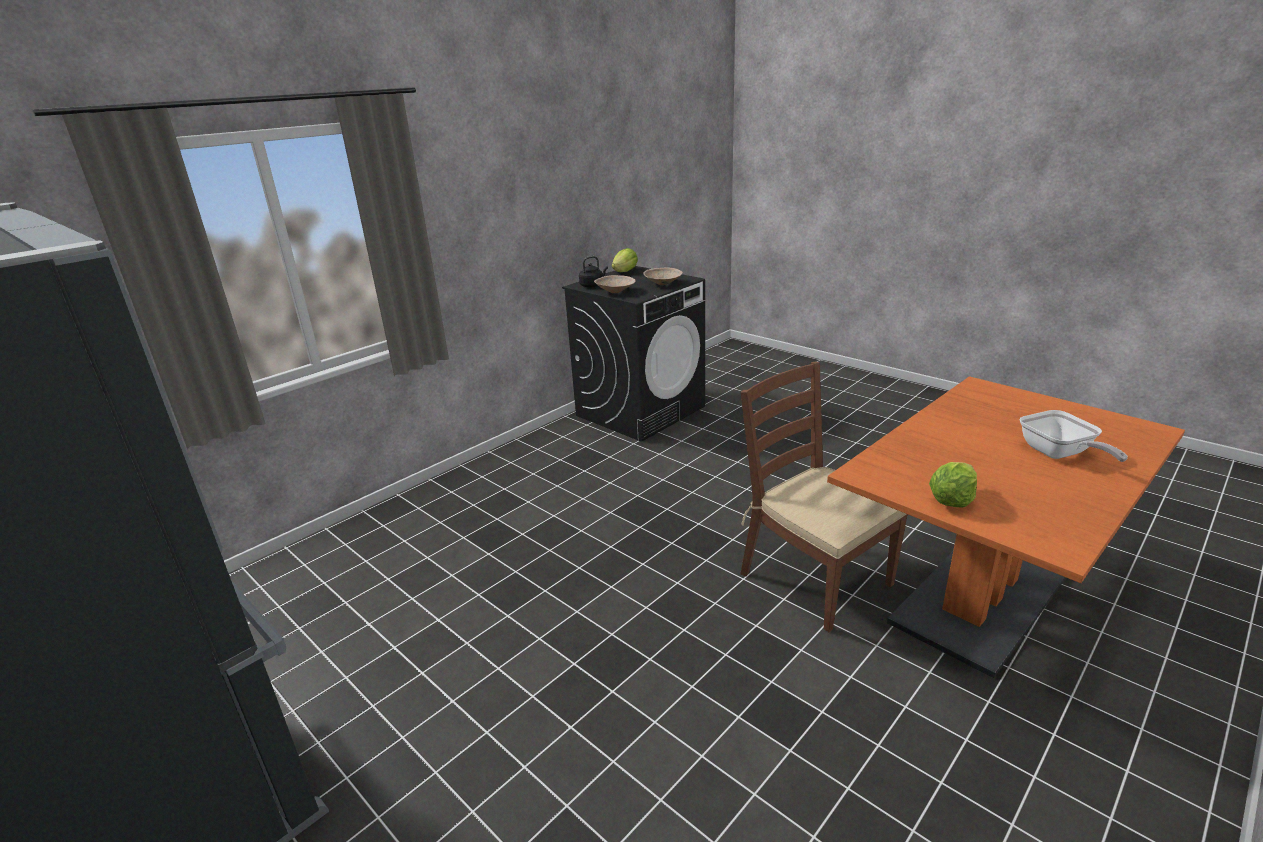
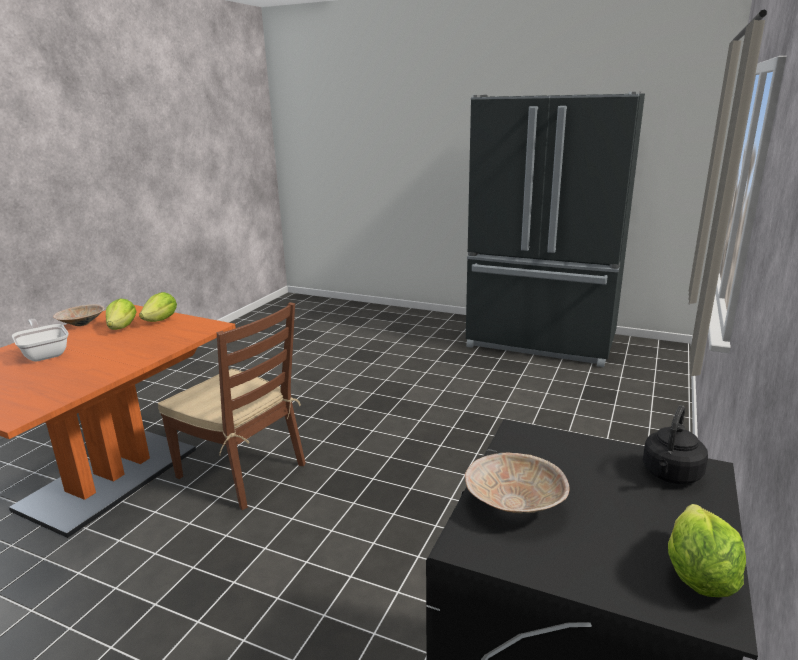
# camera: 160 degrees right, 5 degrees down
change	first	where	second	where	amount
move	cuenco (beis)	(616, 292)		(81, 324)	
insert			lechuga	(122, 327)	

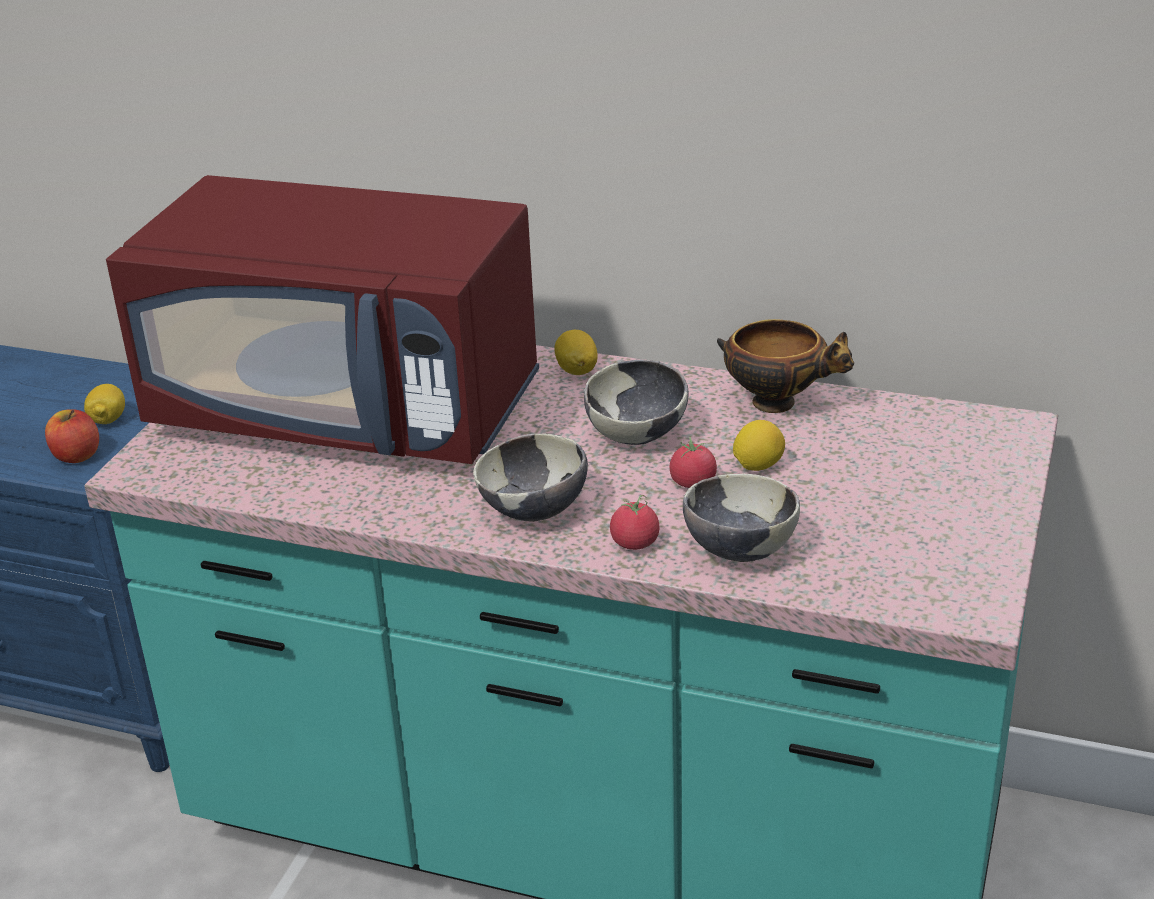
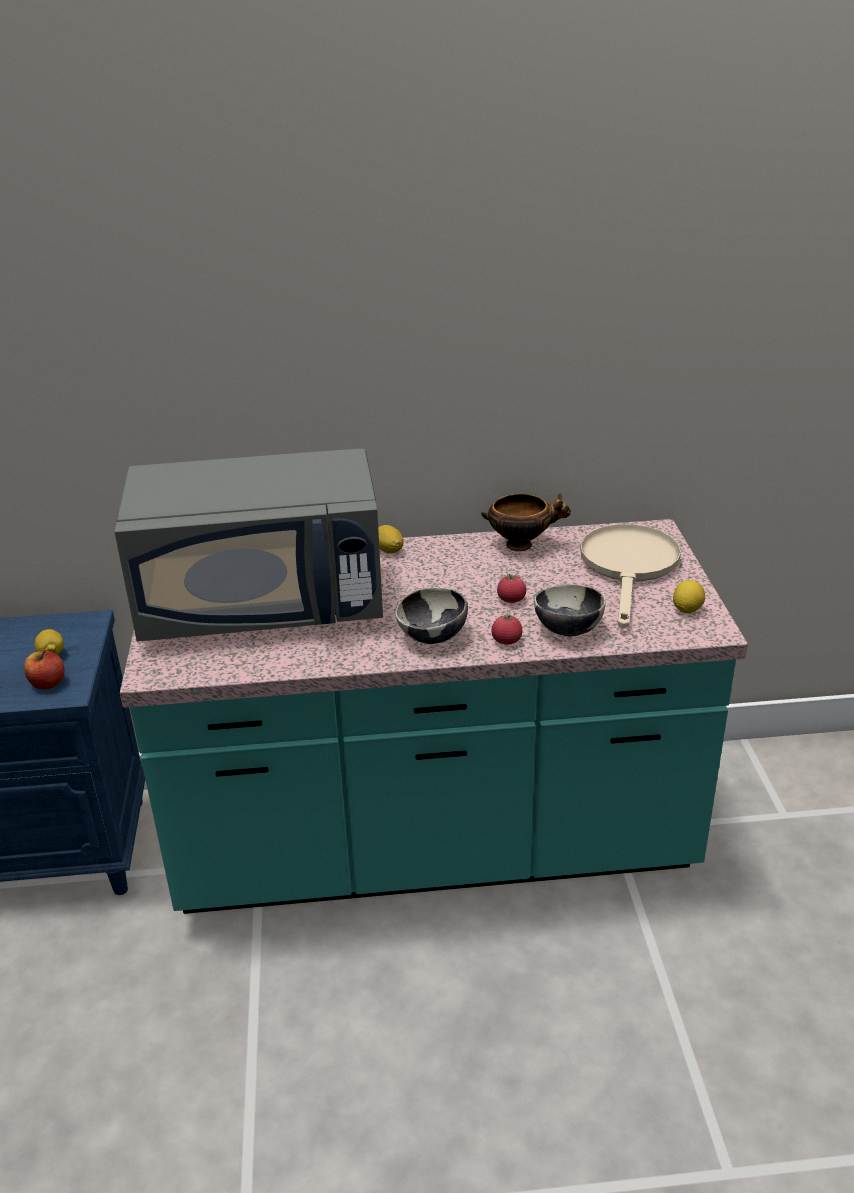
# camera: 25 degrees left, 0 degrees up
change	first	where	second	where	amount
recolor	microondas (rojo)	(349, 410)	microondas (gris)	(264, 605)	
delete	cuenco	(637, 435)			
move	limón	(758, 466)		(687, 609)	
insert			sartén (beis)	(629, 567)	

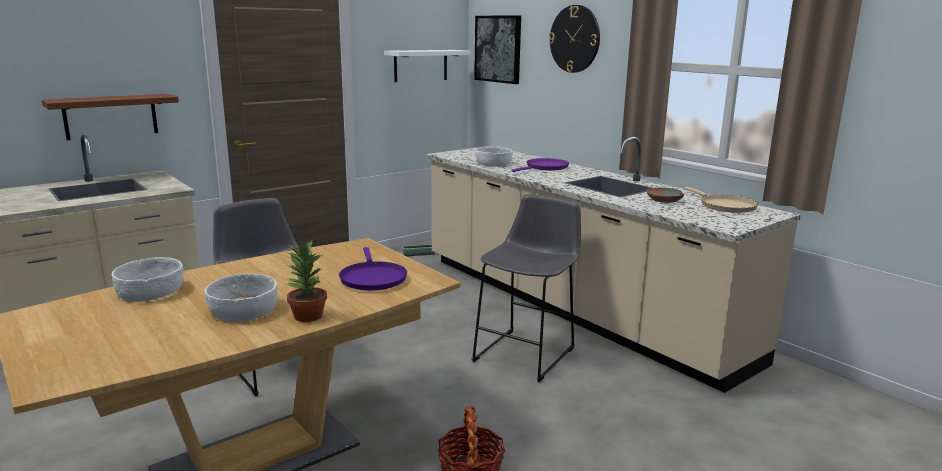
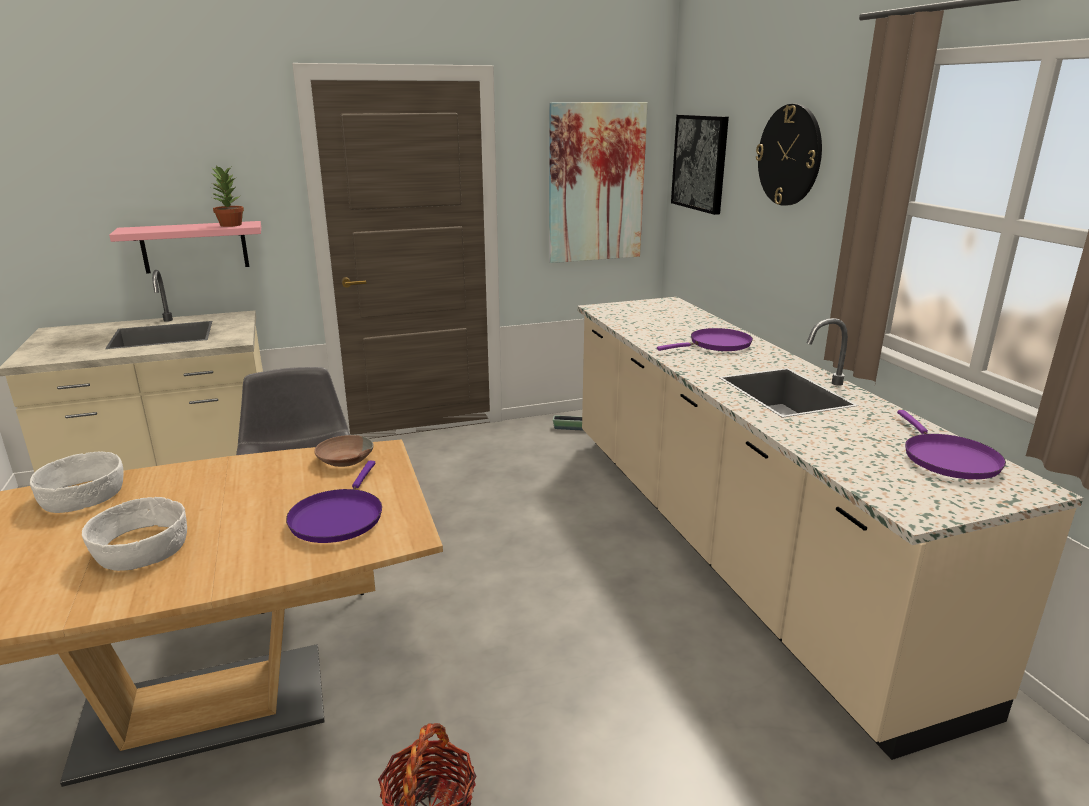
# camera: 20 degrees right, 5 degrees up
change	first	where	second	where	amount
recolor	estante (marrón)	(111, 116)	estante (rosa)	(194, 247)	
move	planta en maceta	(307, 316)		(230, 225)	
replace	estante (blanco)	(420, 65)	cuadro	(596, 183)	
delete	taburete (gris)	(527, 352)			
delete	cuenco (blanco)	(493, 163)			
move	cuenco (marrón)	(664, 200)		(344, 459)	
recolor	sartén (beis)	(724, 206)	sartén (morado)	(947, 459)	

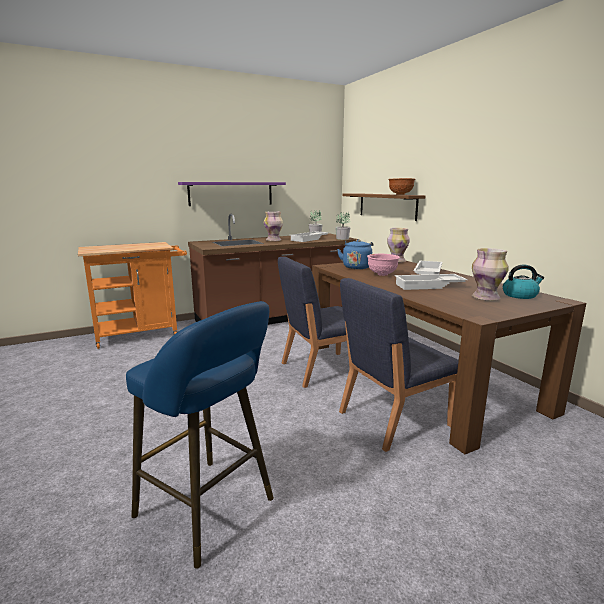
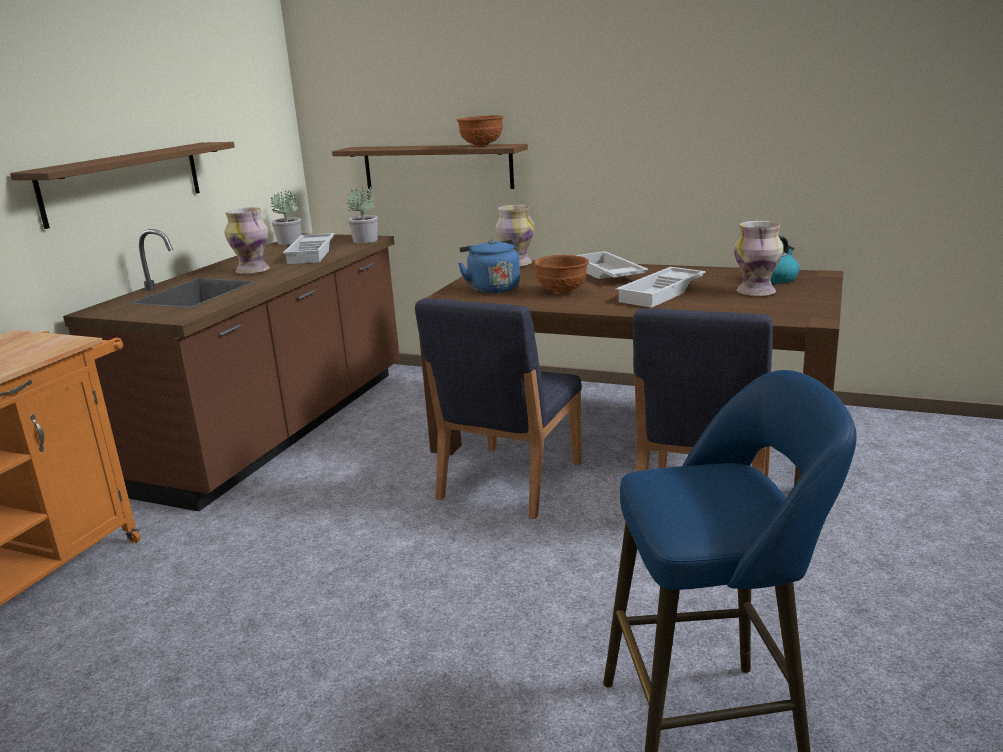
# camera: 40 degrees left, 5 degrees up
change	first	where	second	where	amount
recolor	estante (morado)	(231, 193)	estante (marrón)	(123, 182)	
recolor	cuenco (rosa)	(382, 274)	cuenco (marrón)	(562, 292)	

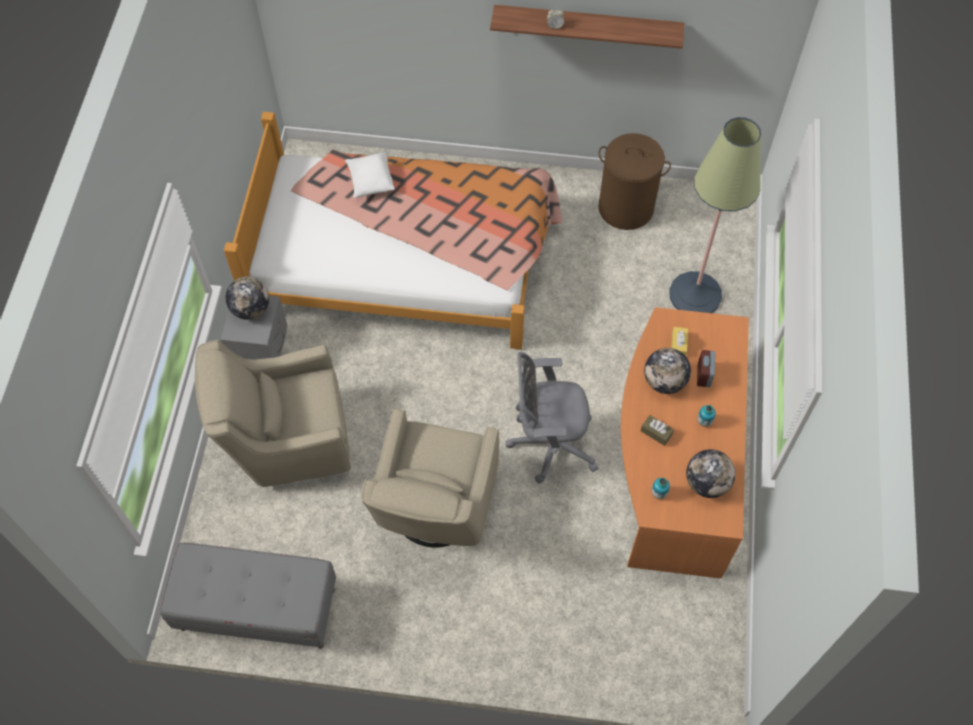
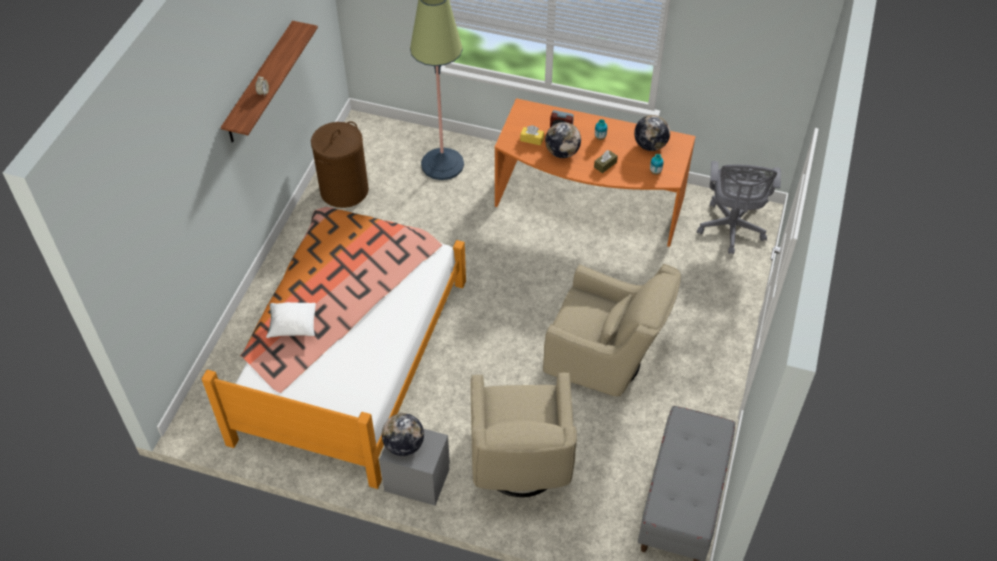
# camera: 80 degrees left, 10 degrees down
change	first	where	second	where	amount
move	silla de oficina (gris)	(548, 444)		(731, 229)	

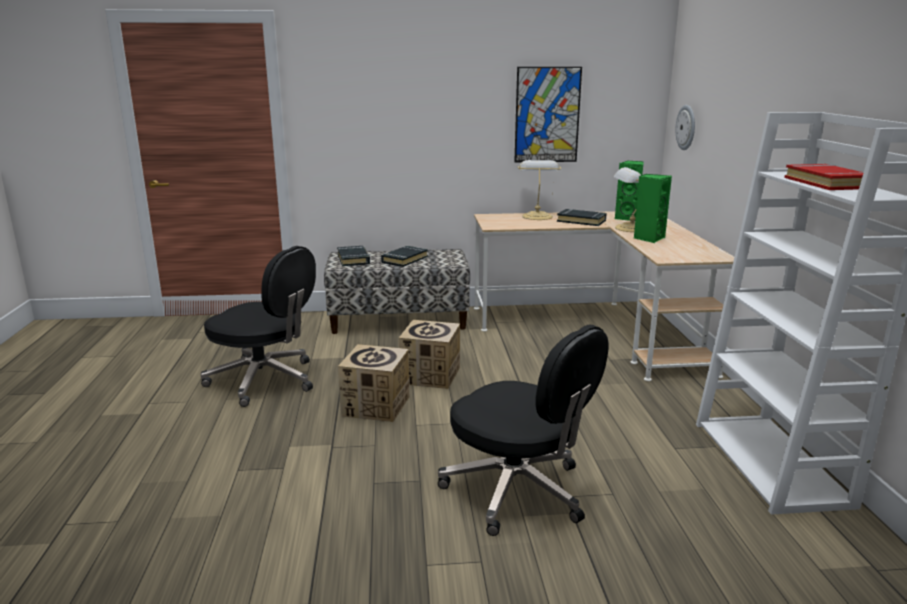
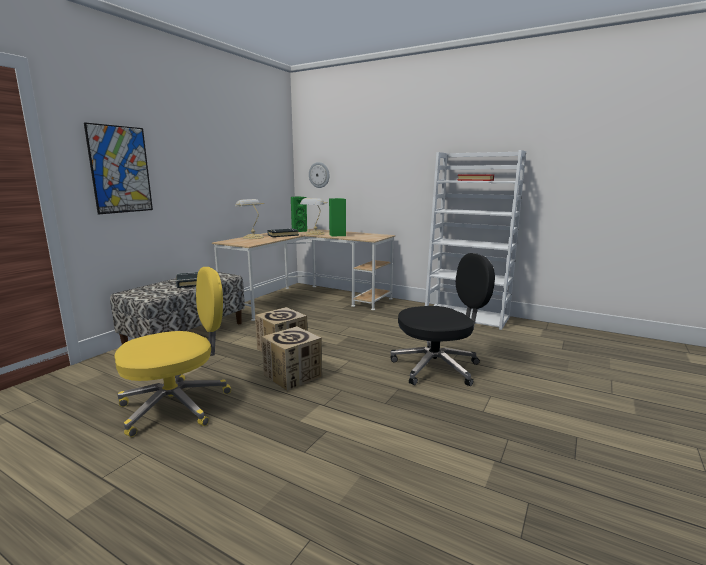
# camera: 55 degrees left, 5 degrees down
change	first	where	second	where	amount
recolor	silla de oficina (negro)	(265, 380)	silla de oficina (amarillo)	(177, 405)	
delete	libro (negro)	(353, 259)			
move	cuadro	(547, 115)		(120, 169)	

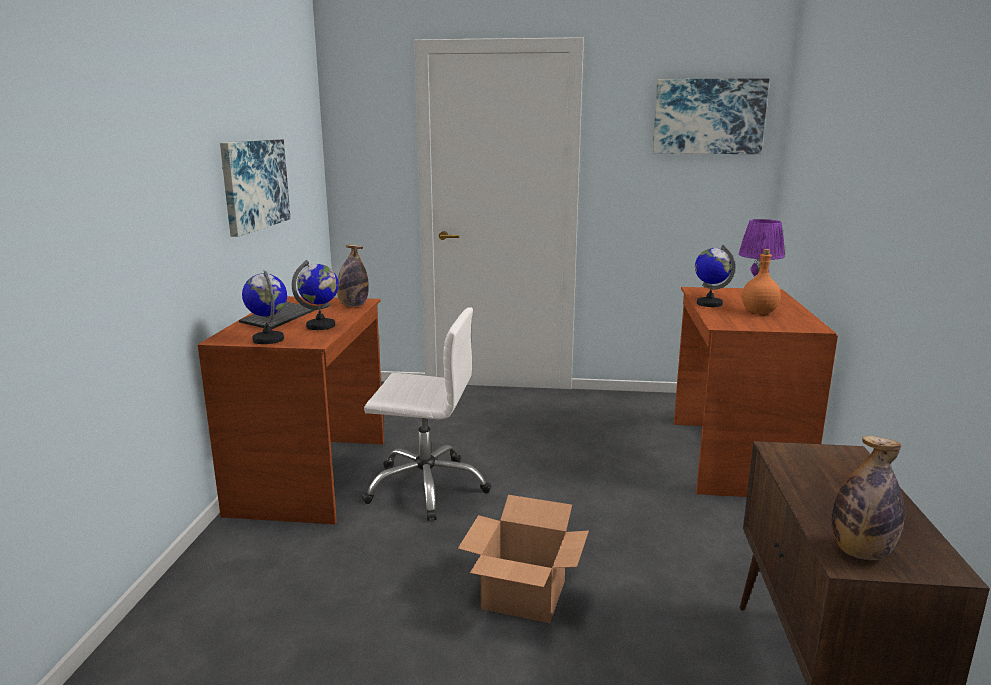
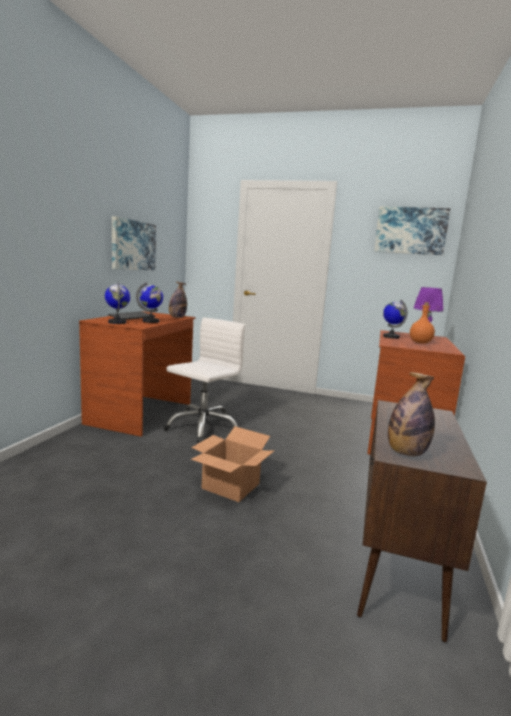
# camera: 10 degrees right, 5 degrees down
change	first	where	second	where	amount
rotate	silla de oficina (blanco)	(427, 486)		(203, 427)	75 degrees counterclockwise

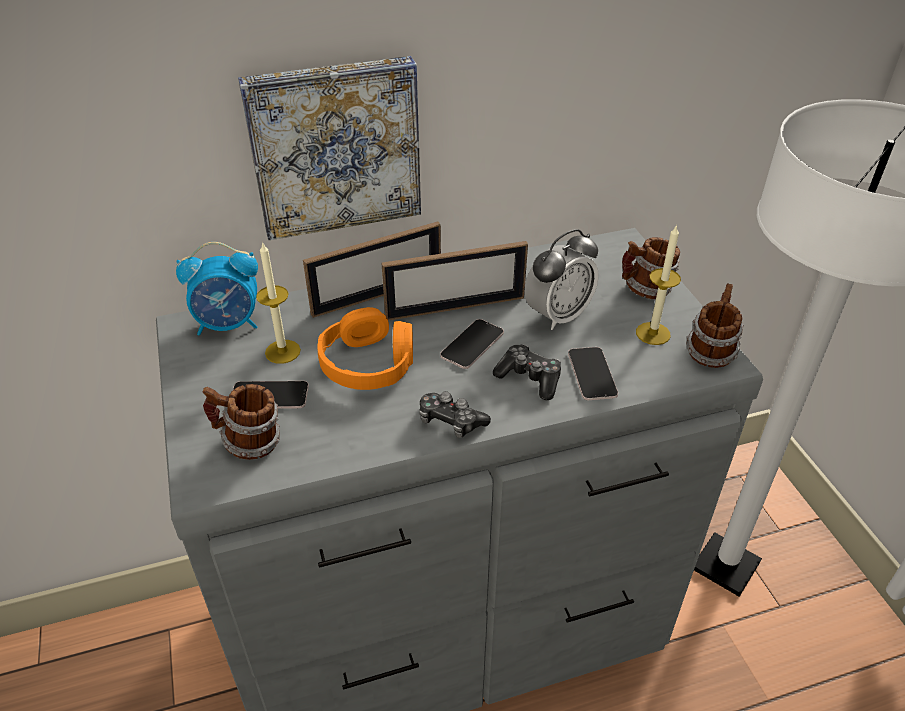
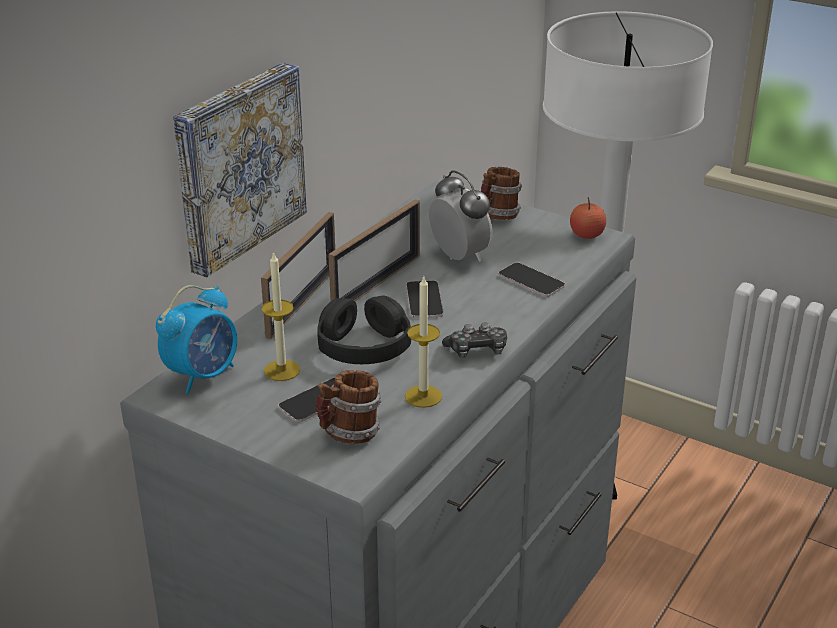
# camera: 40 degrees left, 10 degrees down
change	first	where	second	where	amount
recolor	auriculares (naranja)	(368, 363)	auriculares (negro)	(364, 346)	
delete	mando de consola	(529, 378)			
rotate	despertador	(558, 315)		(459, 256)	45 degrees counterclockwise
move	vela	(653, 333)		(423, 396)	
replace	taza grande	(710, 351)	manzana	(586, 235)	

